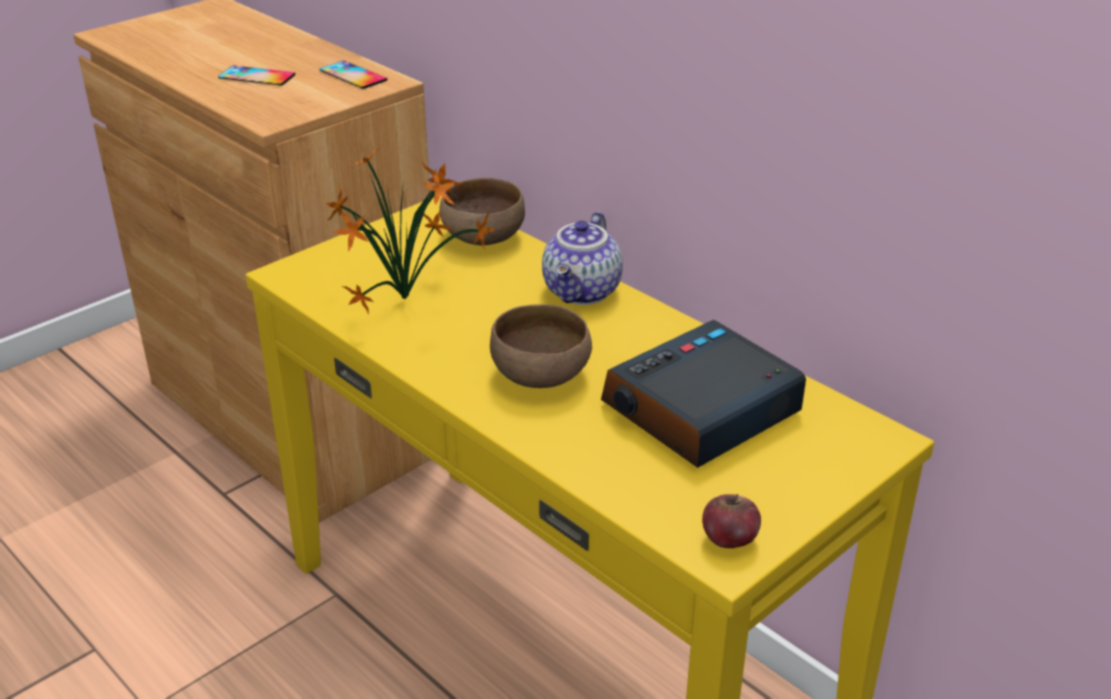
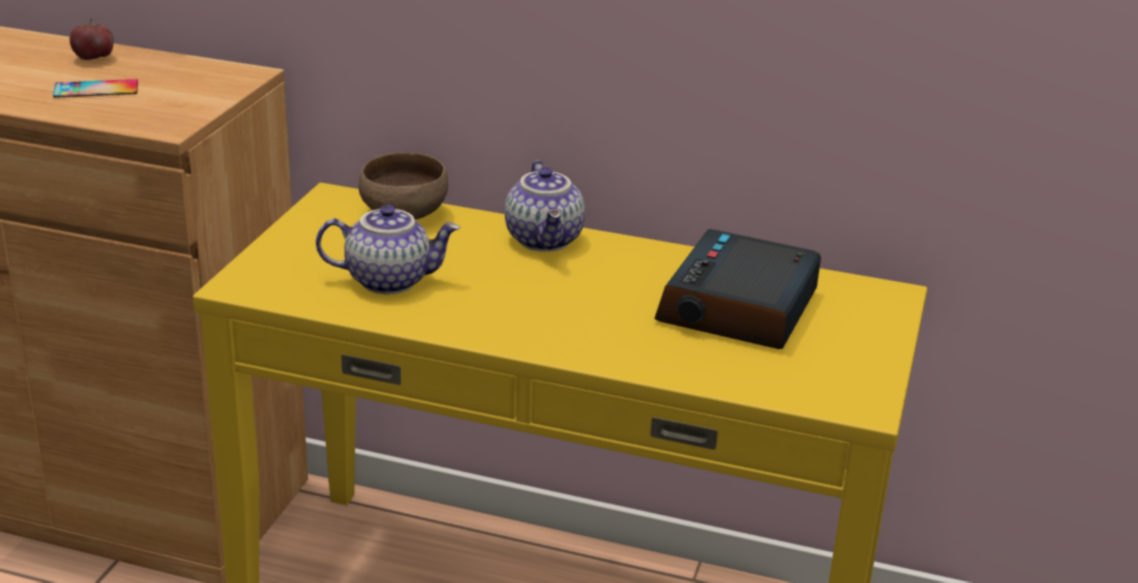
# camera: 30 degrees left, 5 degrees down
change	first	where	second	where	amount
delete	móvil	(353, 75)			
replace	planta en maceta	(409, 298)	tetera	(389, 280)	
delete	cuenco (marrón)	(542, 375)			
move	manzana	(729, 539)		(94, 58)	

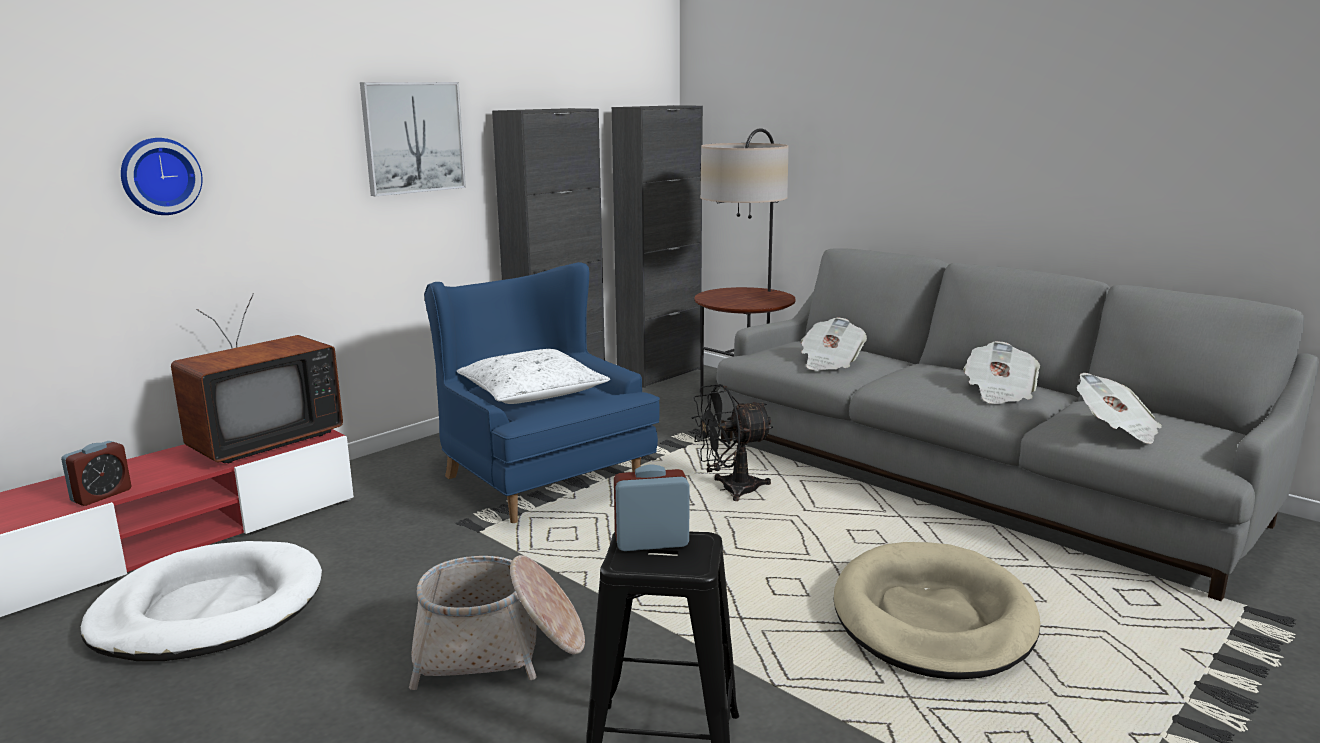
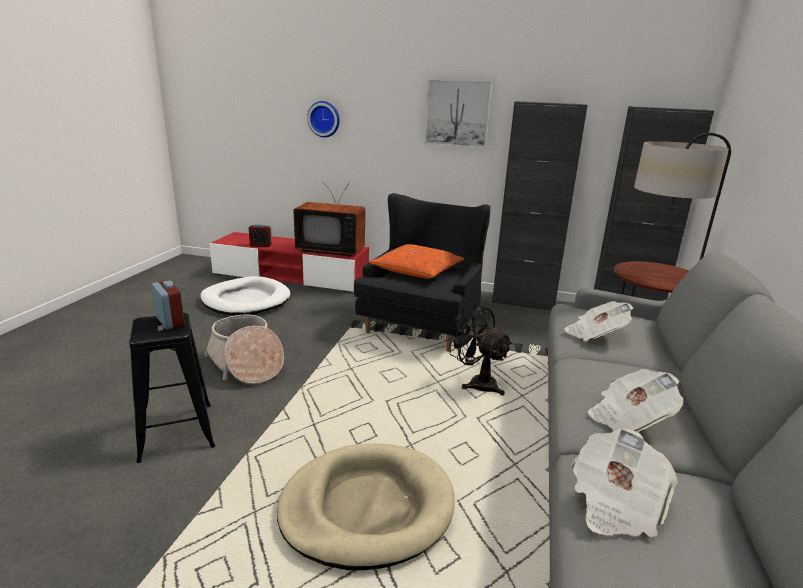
# camera: 60 degrees right, 5 degrees up
change	first	where	second	where	amount
recolor	sillón (azul)	(539, 478)	sillón (negro)	(424, 324)	
recolor	cojín (blanco)	(532, 392)	cojín (naranja)	(417, 271)	

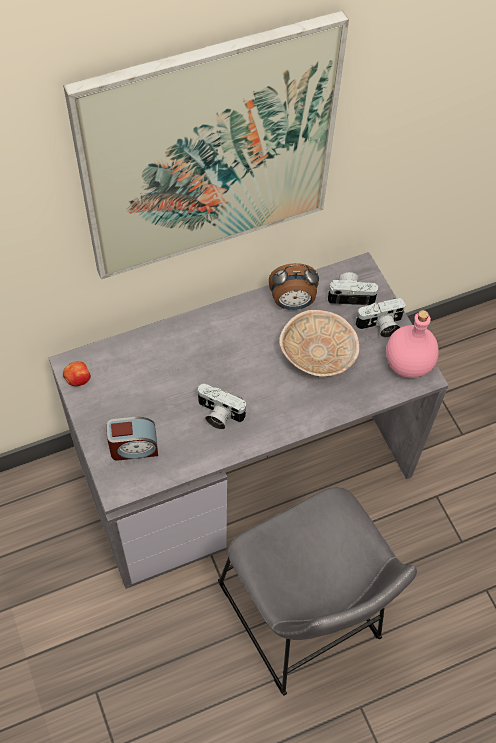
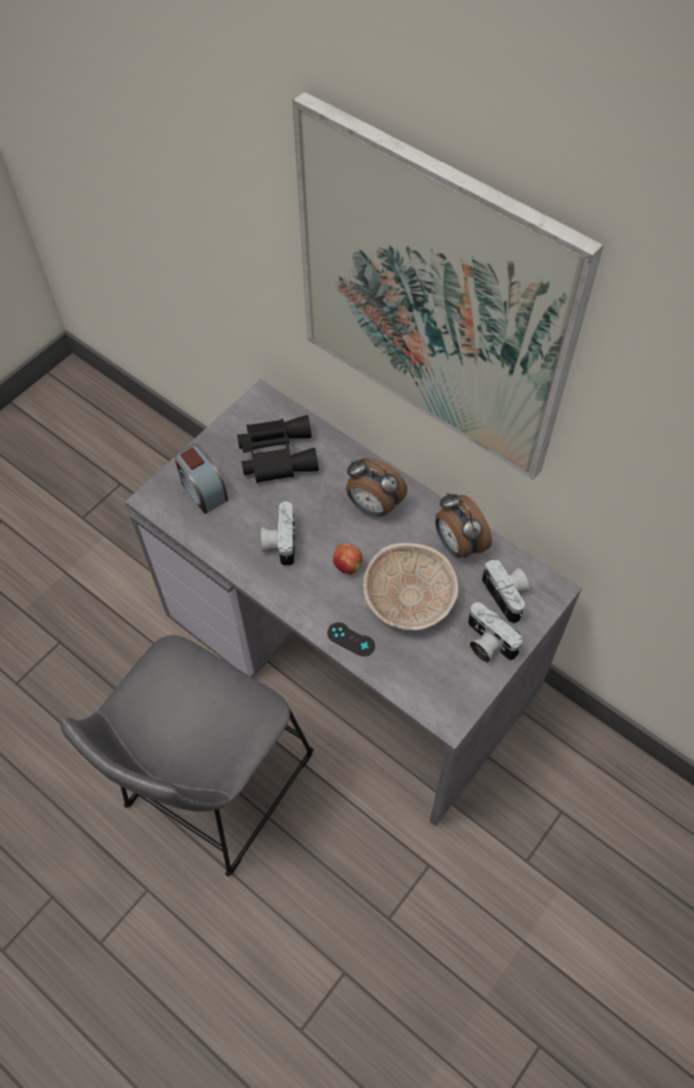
# camera: 65 degrees right, 0 degrees up
change	first	where	second	where	amount
move	manzana	(77, 380)		(347, 565)	
delete	botella (rosa)	(407, 363)			
insert			prismáticos (negro)	(276, 454)	
insert			mando de consola (negro)	(351, 639)	
insert			despertador	(373, 506)	

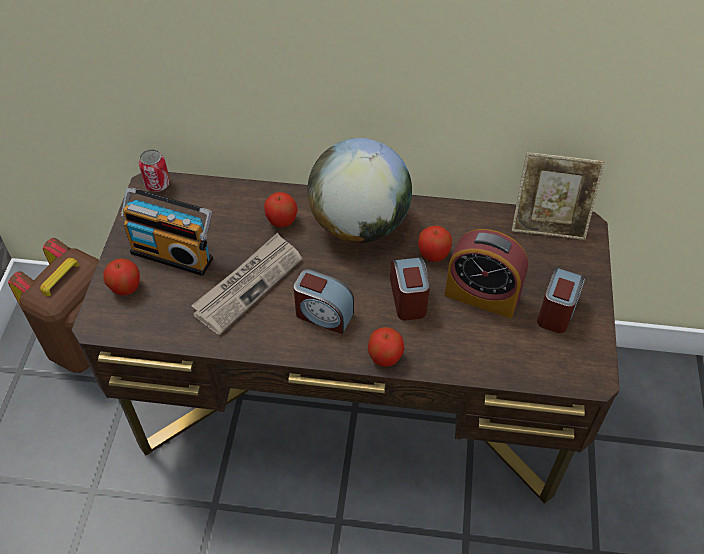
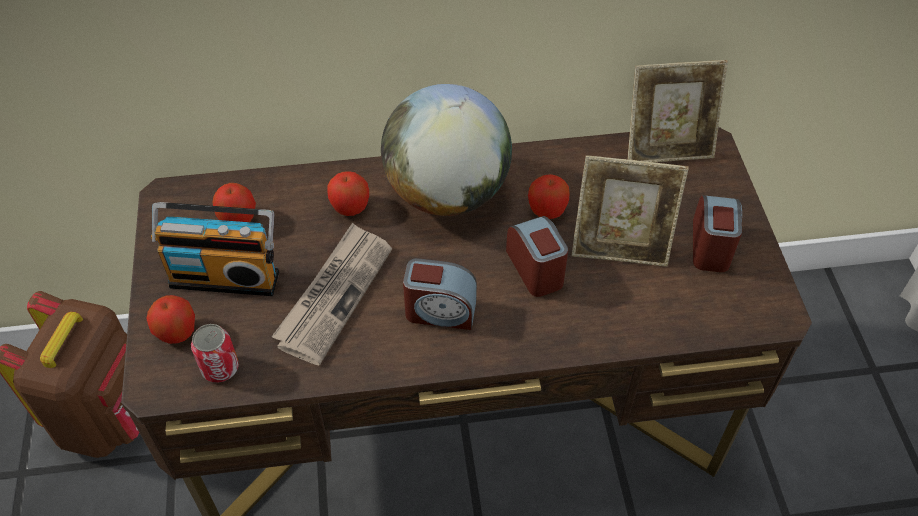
# camera: 15 degrees left, 0 degrees up
change	first	where	second	where	amount
move	lata	(157, 184)		(220, 368)	
move	manzana	(385, 356)		(238, 219)	
replace	despertador	(482, 295)	portarretratos	(620, 247)	

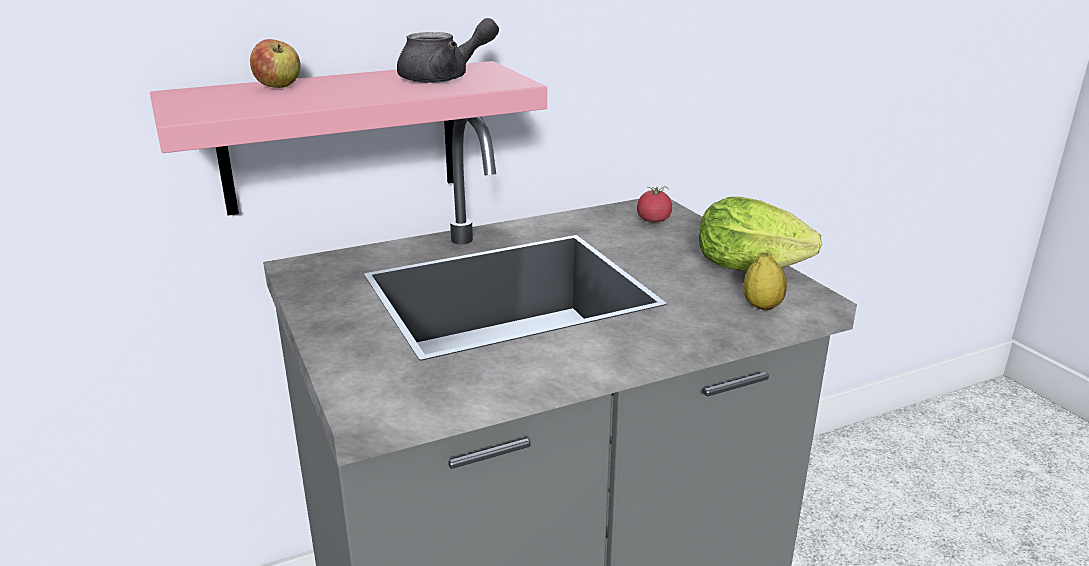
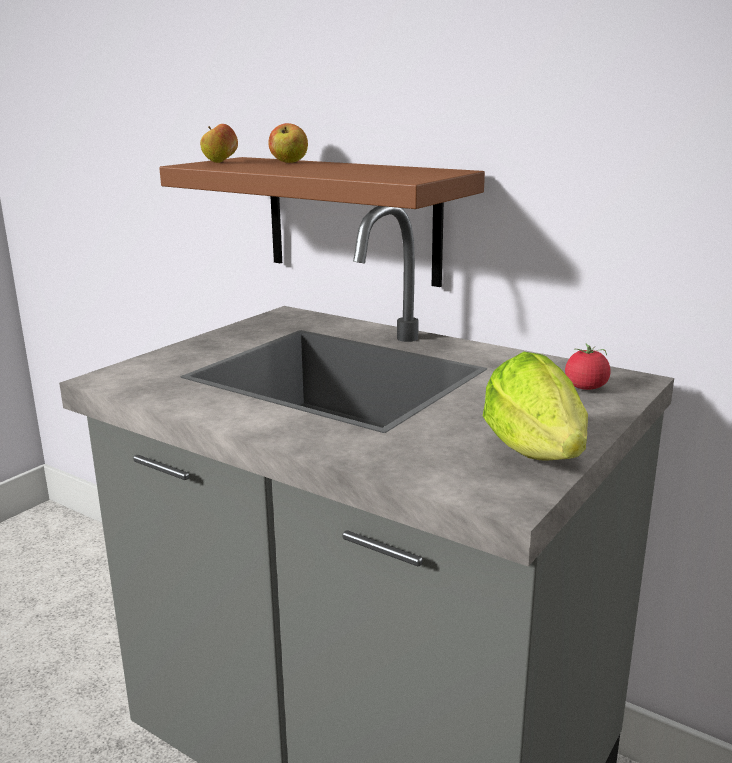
# camera: 60 degrees right, 5 degrees down
change	first	where	second	where	amount
recolor	estante (rosa)	(341, 137)	estante (marrón)	(352, 219)	
delete	tetera (gris)	(444, 78)			
delete	limón	(762, 306)			
insert			manzana	(220, 162)	

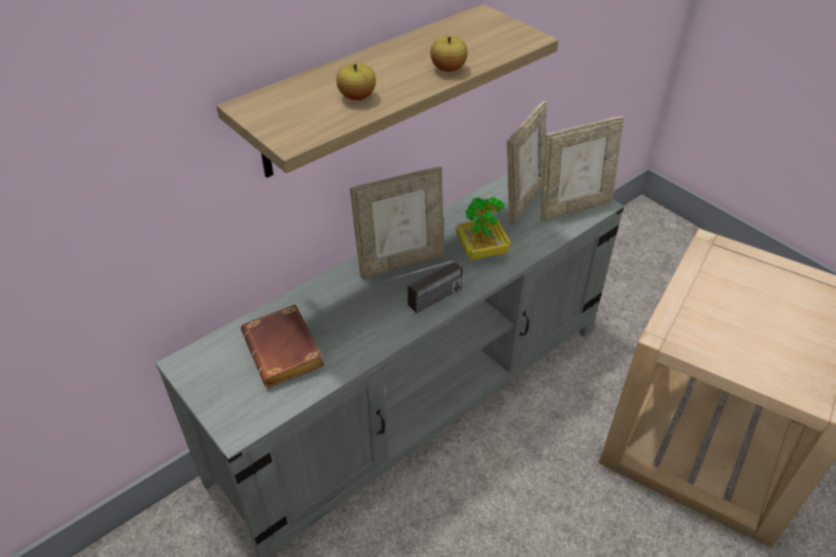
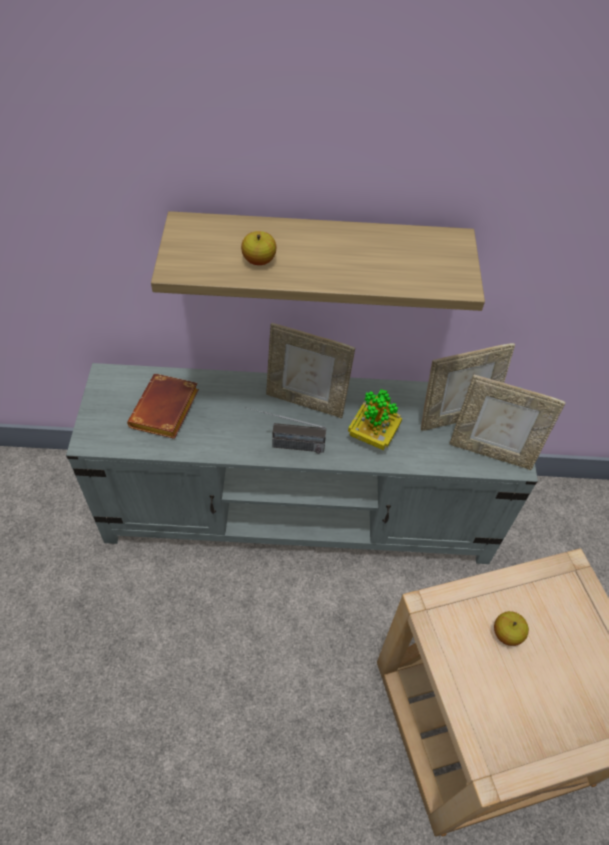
# camera: 40 degrees right, 10 degrees up
change	first	where	second	where	amount
move	manzana	(448, 69)		(506, 633)	

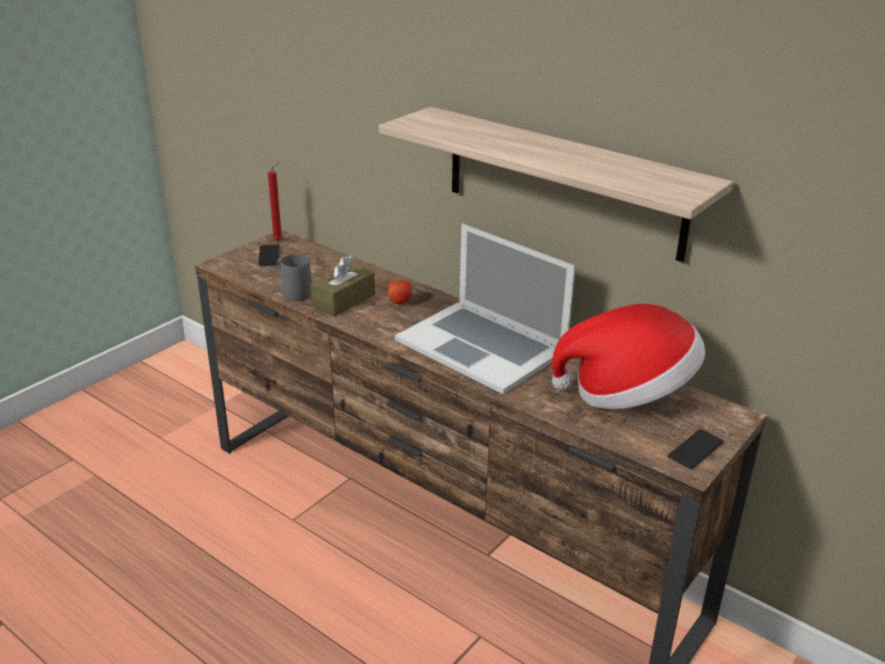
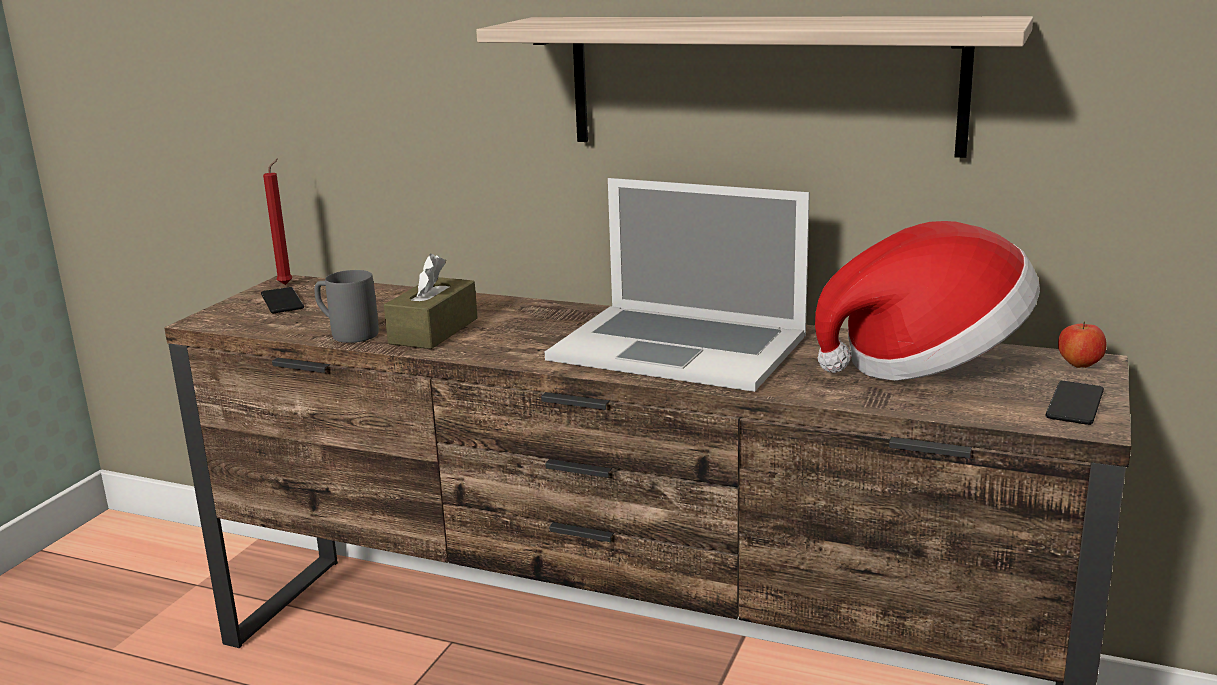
# camera: 15 degrees left, 10 degrees down
change	first	where	second	where	amount
move	manzana	(399, 302)		(1079, 365)	

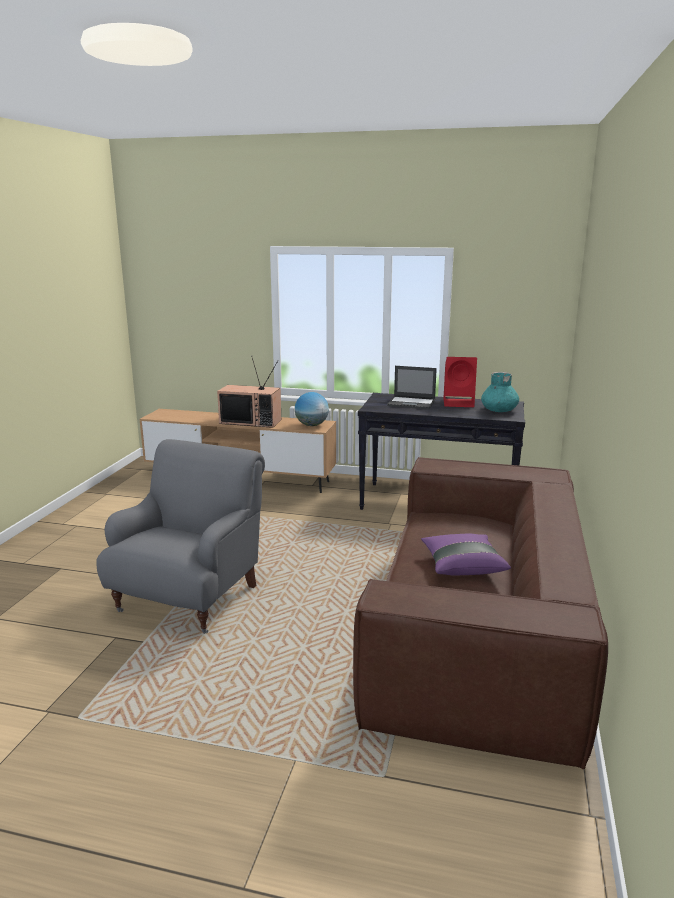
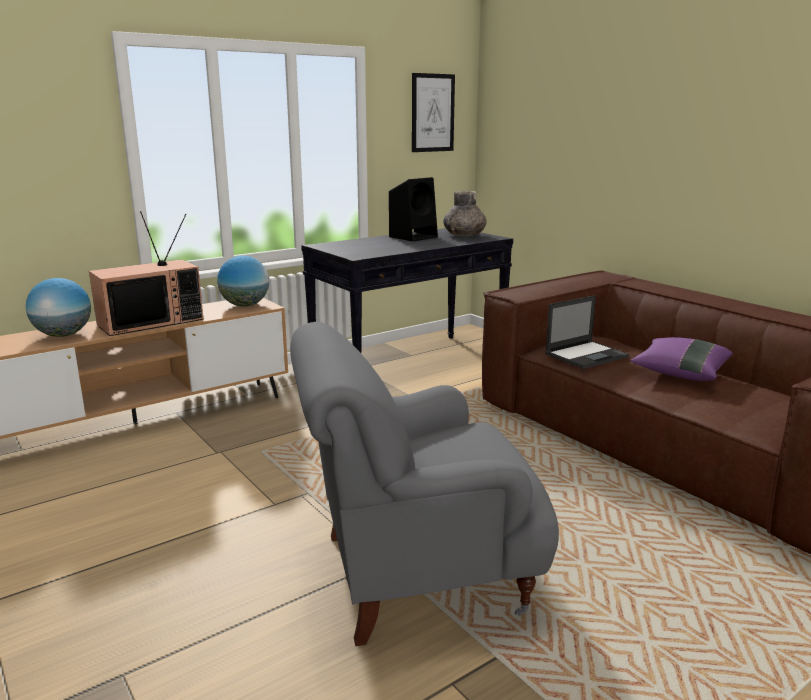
# camera: 50 degrees left, 0 degrees up
change	first	where	second	where	amount
rotate	sillón (gris)	(190, 598)		(416, 573)	75 degrees counterclockwise
move	portátil	(412, 403)		(587, 355)	
recolor	altavoz (rojo)	(459, 403)	altavoz (negro)	(414, 237)	
recolor	florero (turquesa)	(499, 410)	florero (gris)	(464, 235)	
insert			globo terráqueo	(63, 335)	
insert			cuadro	(432, 113)	

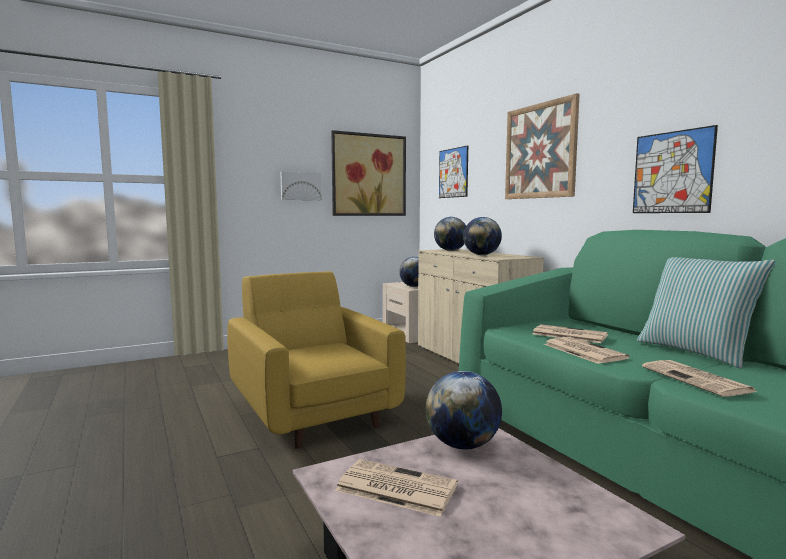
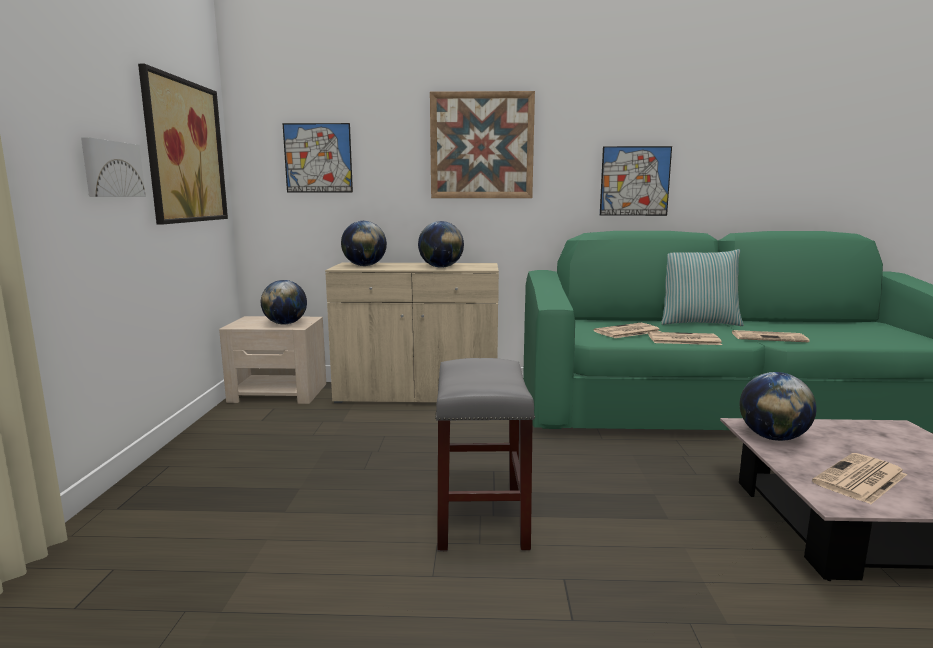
# camera: 60 degrees left, 5 degrees up
change	first	where	second	where	amount
replace	sillón (amarillo)	(313, 412)	taburete (gris)	(480, 516)	

